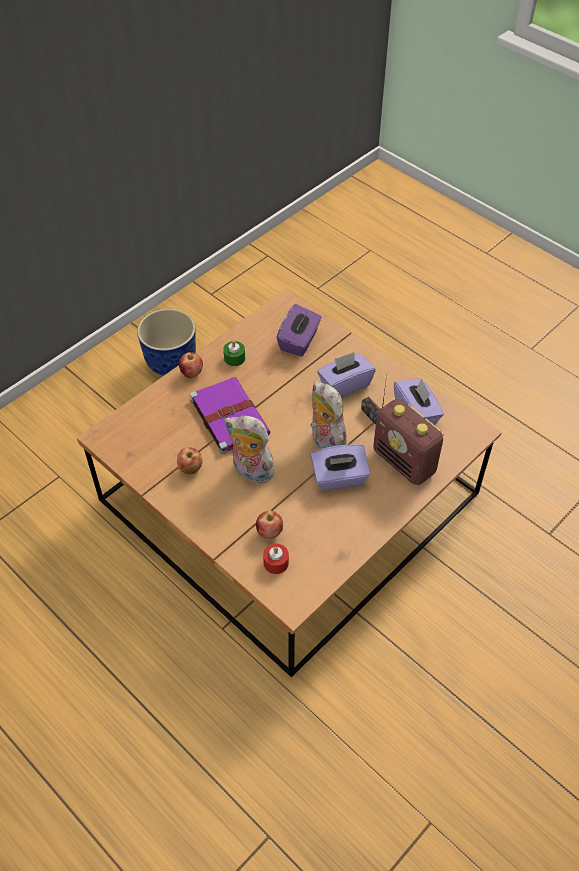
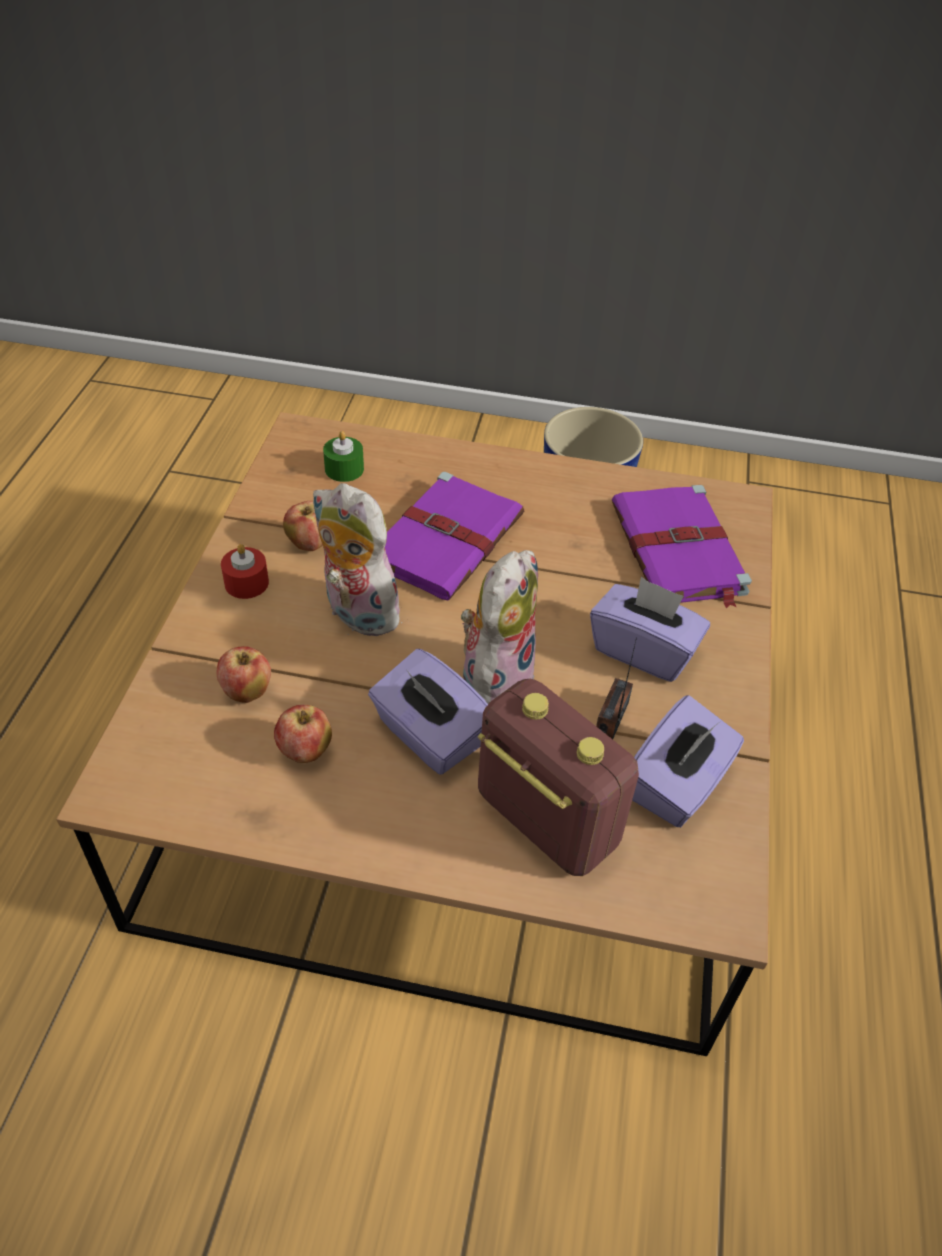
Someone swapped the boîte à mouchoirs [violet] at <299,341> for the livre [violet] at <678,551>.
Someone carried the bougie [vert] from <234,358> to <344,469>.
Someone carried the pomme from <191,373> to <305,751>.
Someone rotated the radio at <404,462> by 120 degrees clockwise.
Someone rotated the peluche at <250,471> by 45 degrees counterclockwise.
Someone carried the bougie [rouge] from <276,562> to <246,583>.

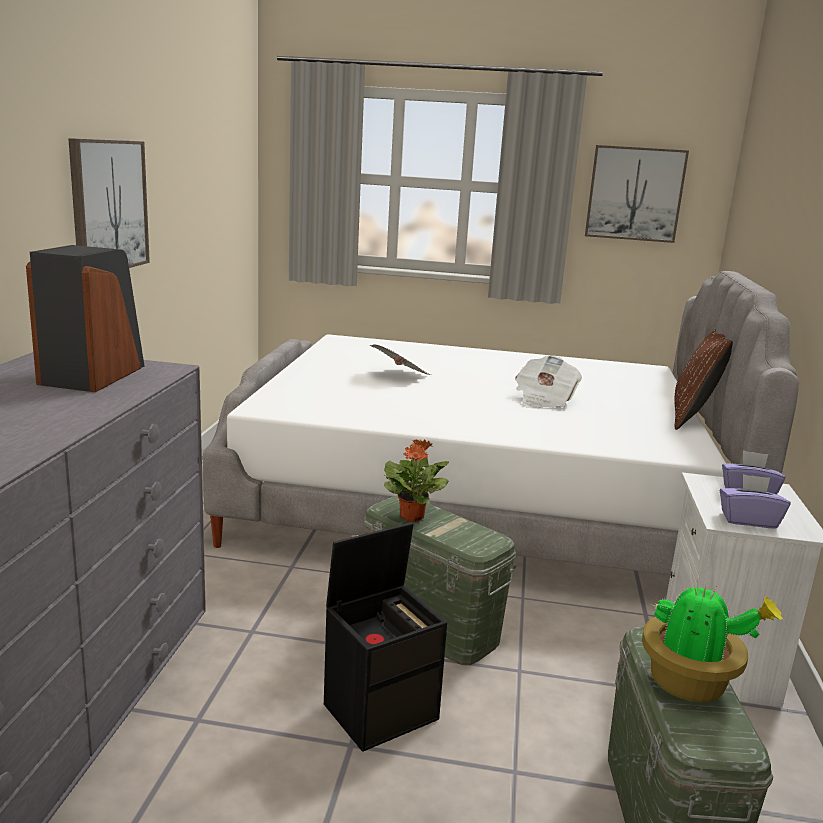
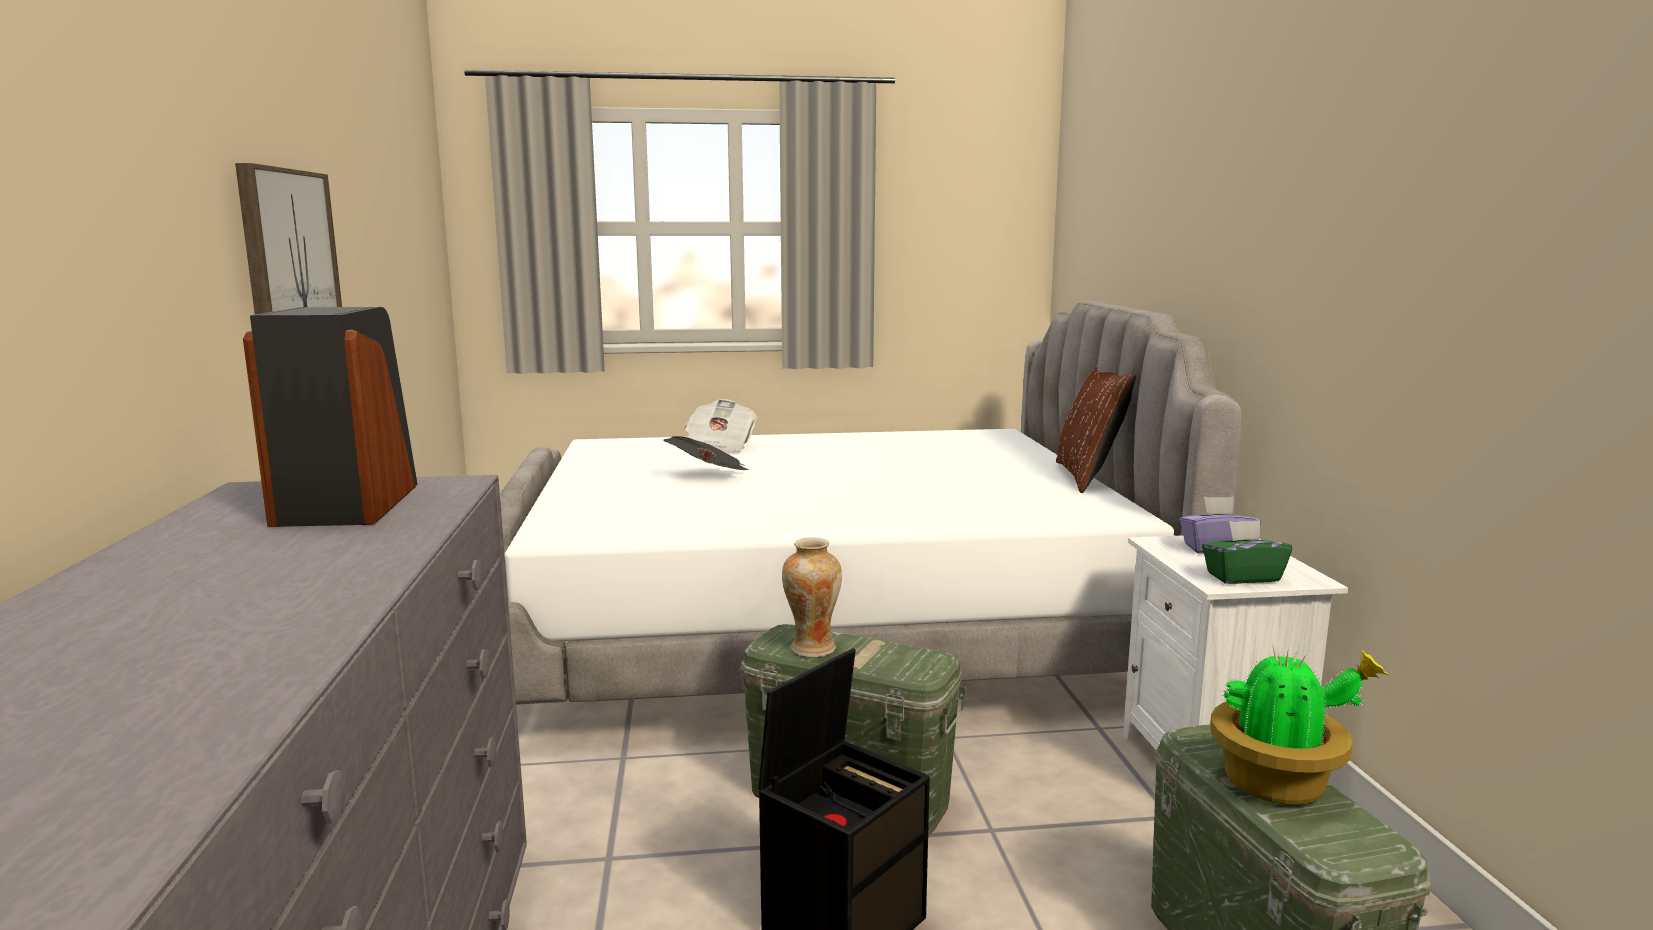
Someone took away the tableau at <635,194>.
Someone carried the journal from <544,400> to <719,448>.
Someone swapped the plante en pot at <412,516> for the vase at <812,649>.
Someone repainted the boîte à mouchoirs [violet] at <748,520>, which became the boîte à mouchoirs [vert] at <1242,577>.

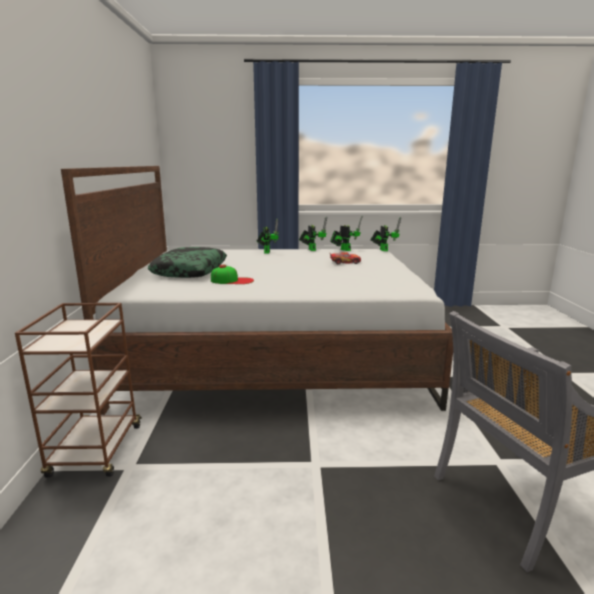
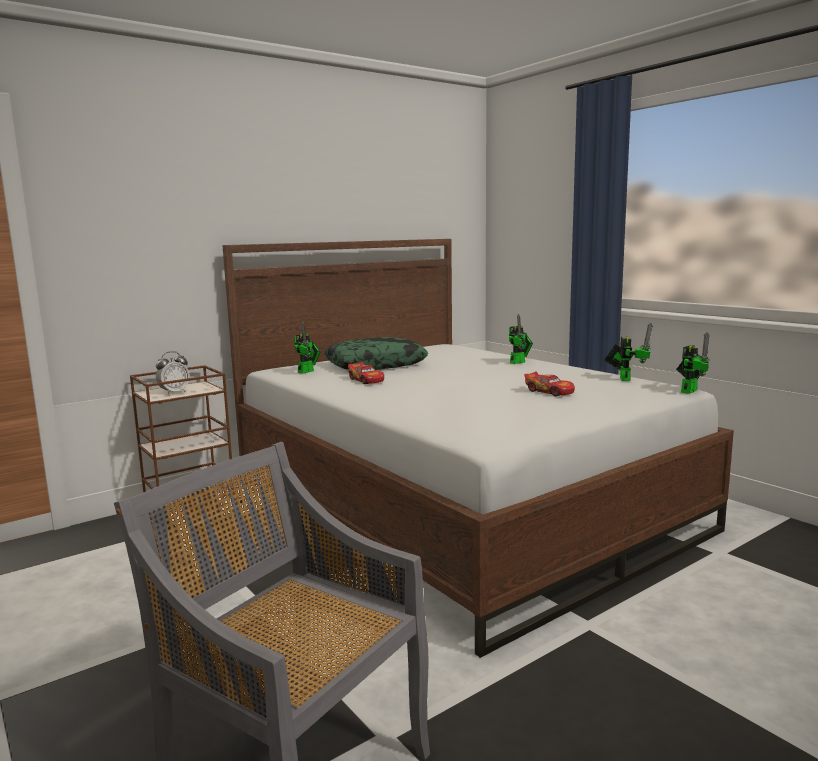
Someone carried the robot jouet from <311,249> to <308,371>.
Someone swapped the casquette at <232,280> for the petite voiture at <366,380>.
Someone put down the réveil at <174,392>.

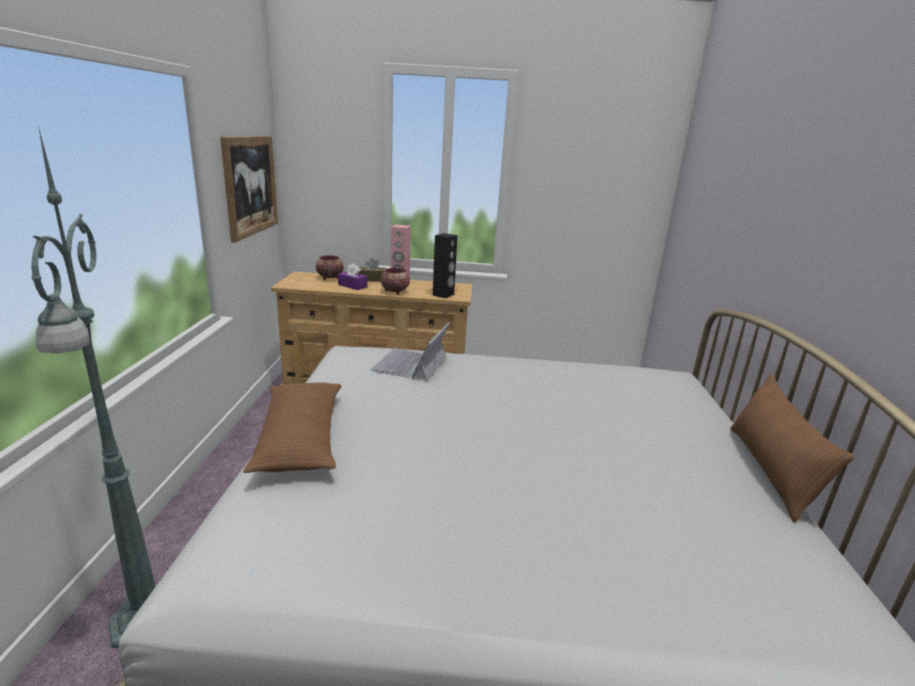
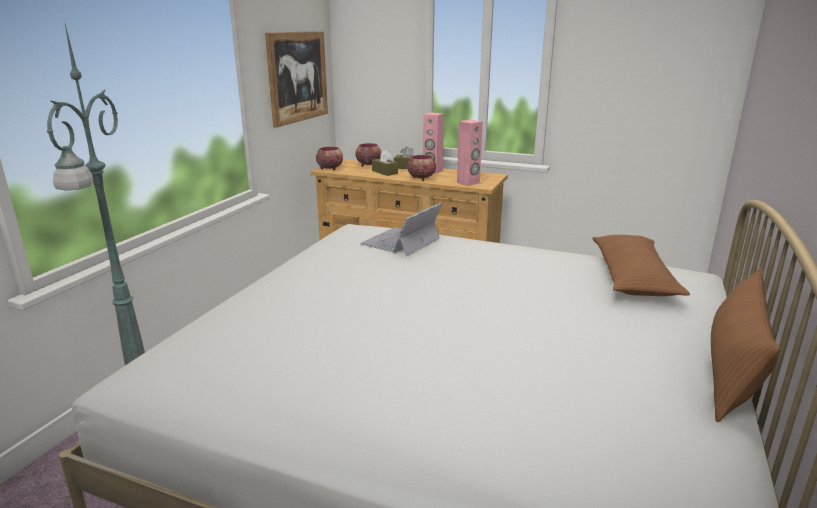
Someone repainted the enceinte [noir] at <443,295>, which became the enceinte [rose] at <468,183>.
Someone repainted the boîte à mouchoirs [violet] at <352,286>, which became the boîte à mouchoirs [marron] at <384,172>.
Someone carried the coussin [marron] from <300,438> to <633,277>.
Someone put down the bol at <330,169>.

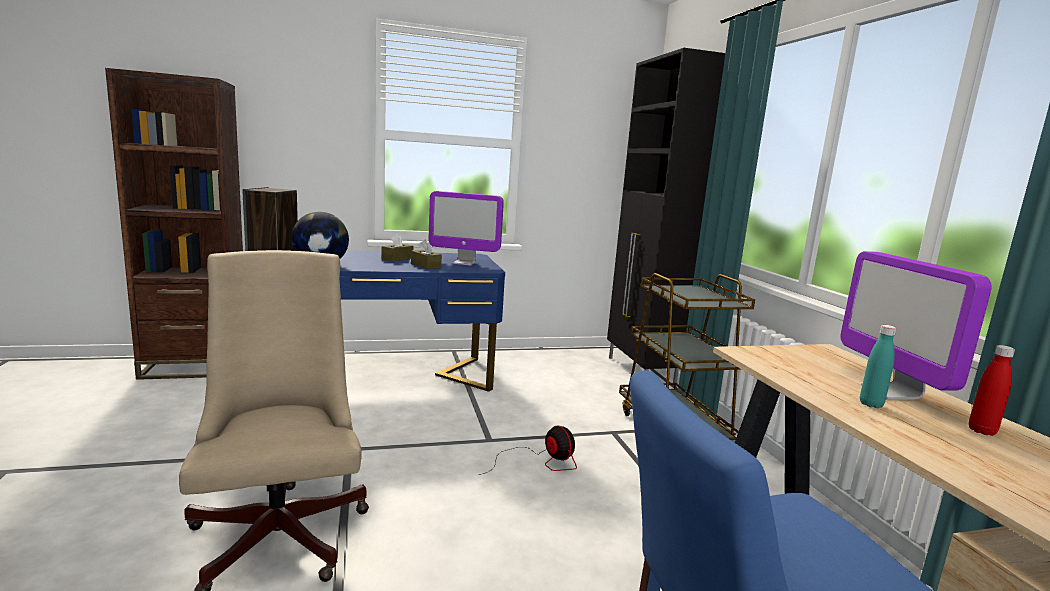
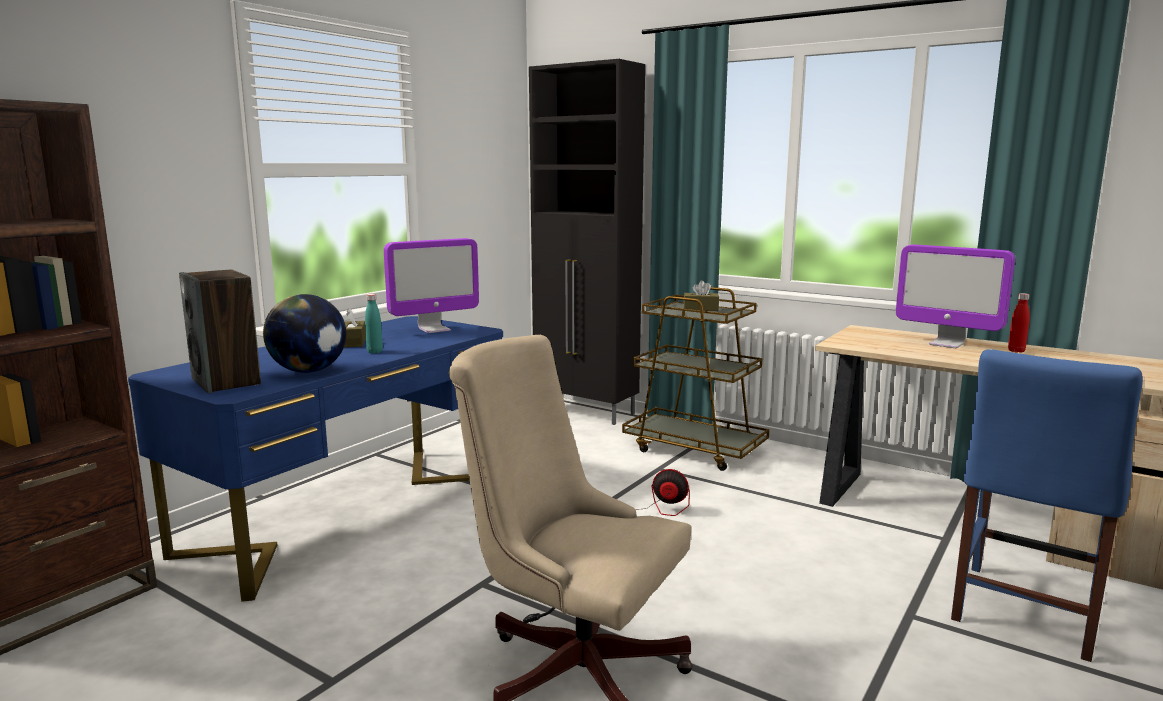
Someone carried the boîte à mouchoirs [marron] from <425,265> to <700,309>.
Someone carried the bouteille [turquoise] from <871,404> to <374,352>.

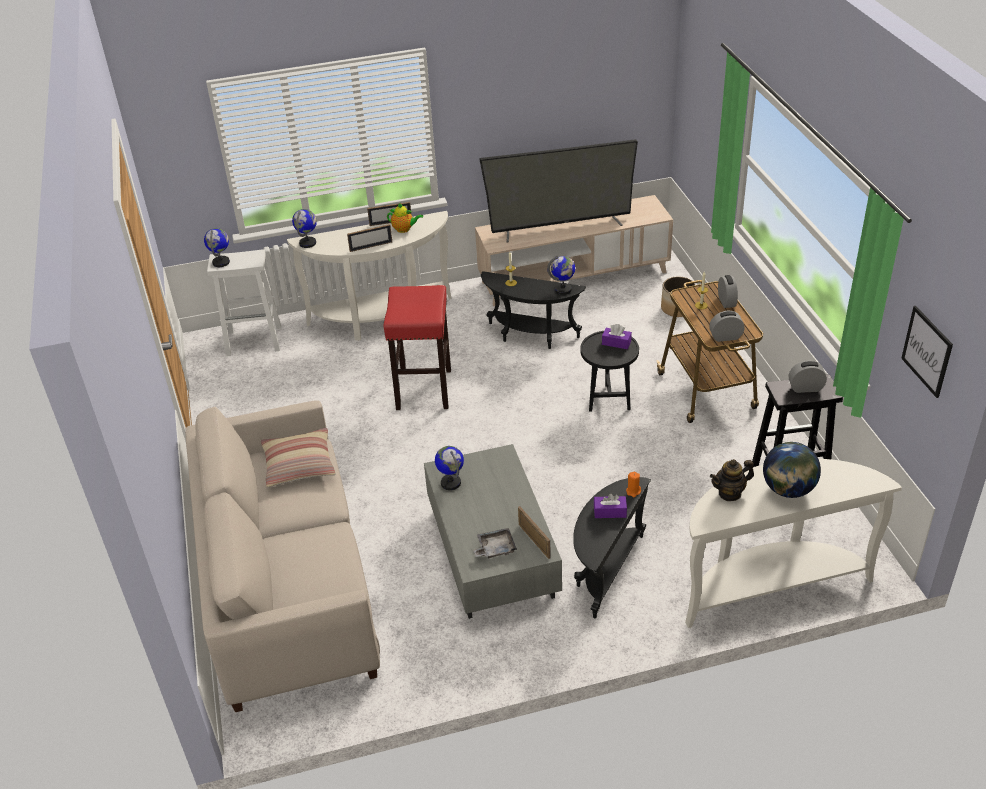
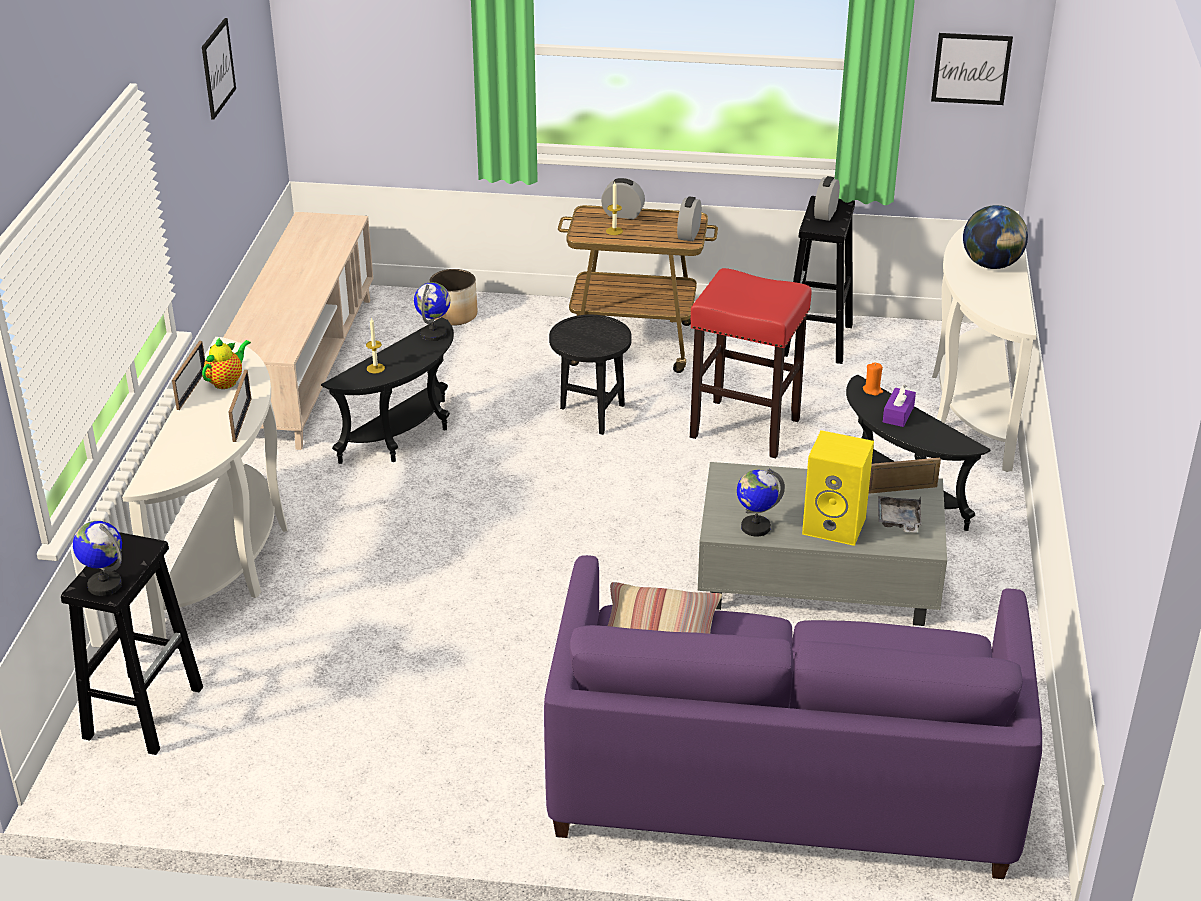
Someone took away the téléviseur at <560,226>.
Someone took away the globe at <308,243>.
Someone repainted the tabouret [blanc] at <255,340>, which became the tabouret [noir] at <144,711>.
Someone carried the tabouret [rouge] from <424,389> to <743,428>.
Someone took away the boîte à mouchoirs [violet] at <616,343>.
Someone repainted the canapé [beige] at <288,585>, which became the canapé [violet] at <781,780>.
Someone took away the théière at <730,493>.
Someone put up the tableau at <218,68>.
Someone put down the enceinte [jaune] at <836,525>.

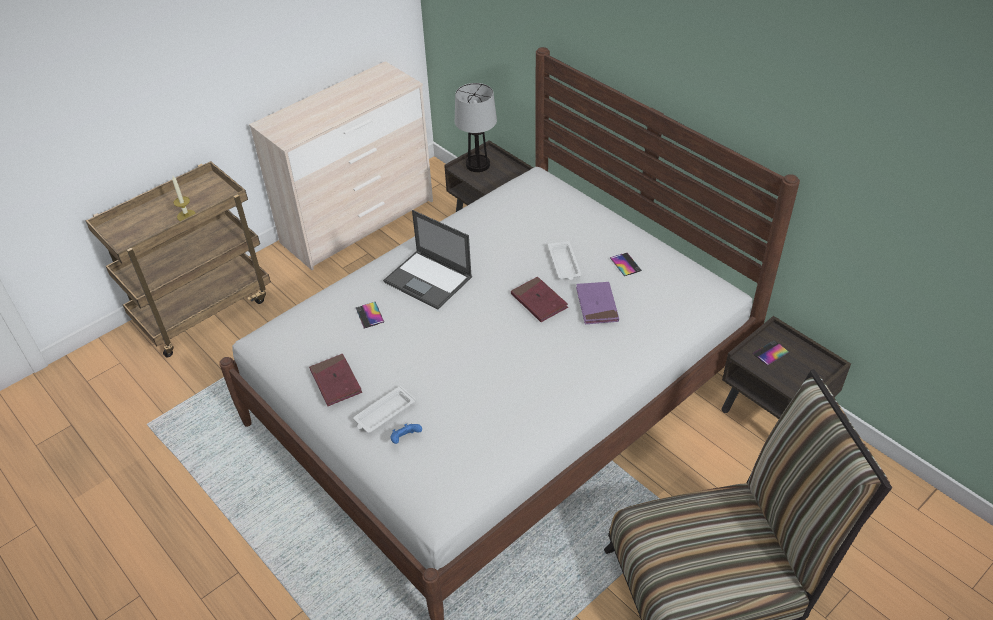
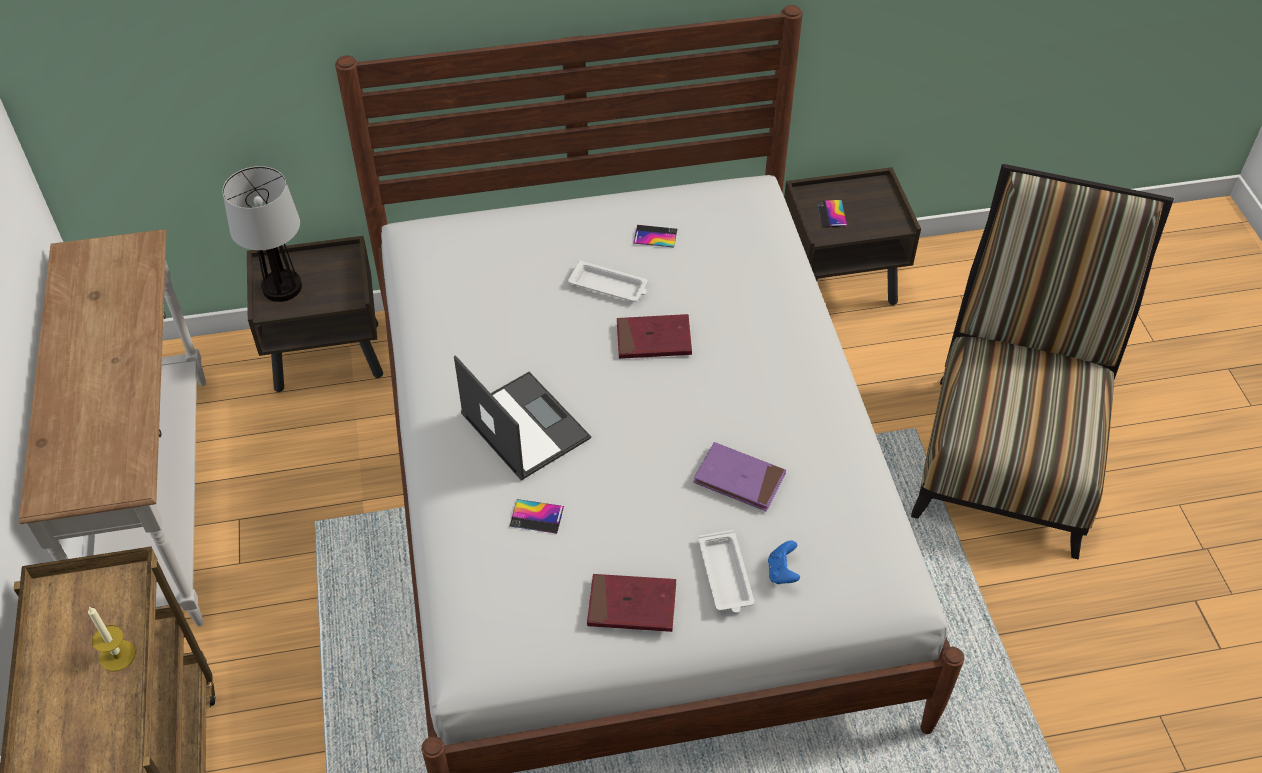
Someone swapped the commode [beige] at <359,223> for the table console [blanc] at <161,501>.
Someone rotated the ordinateur portable at <429,280> by 105 degrees counterclockwise.
Someone carried the livre [violet] from <597,305> to <739,479>.

